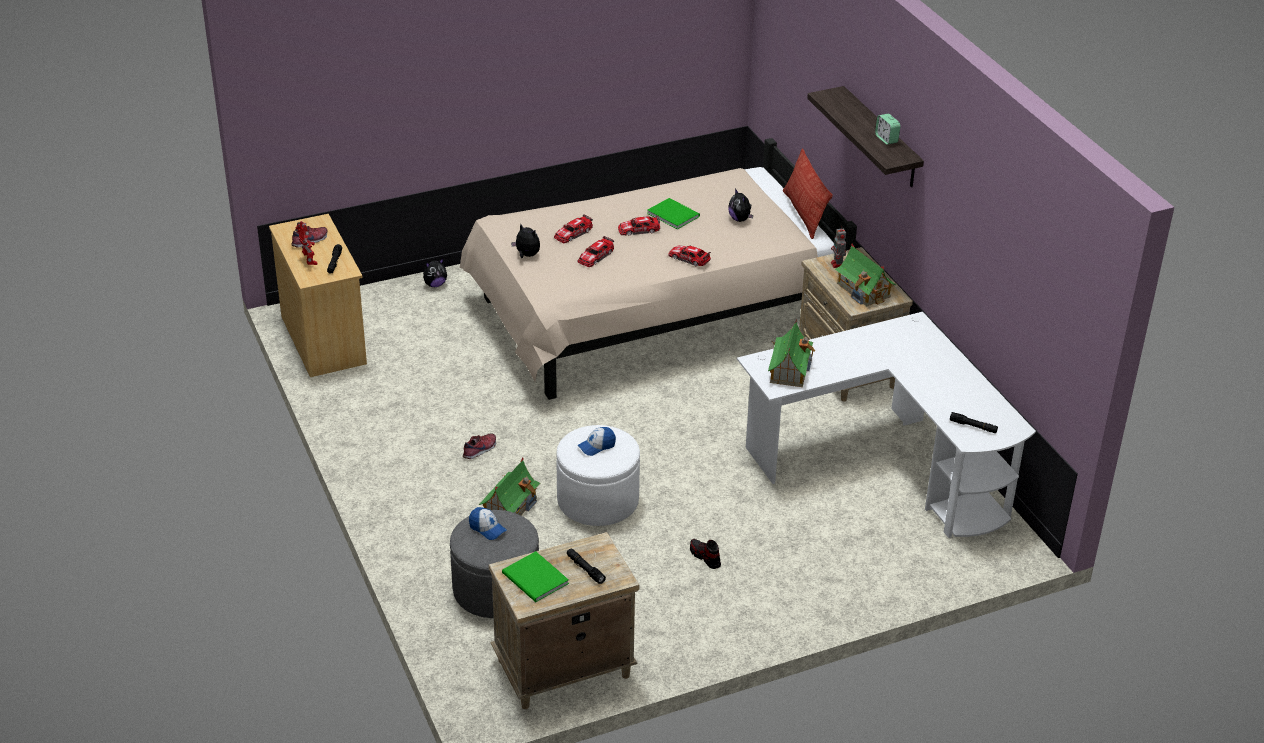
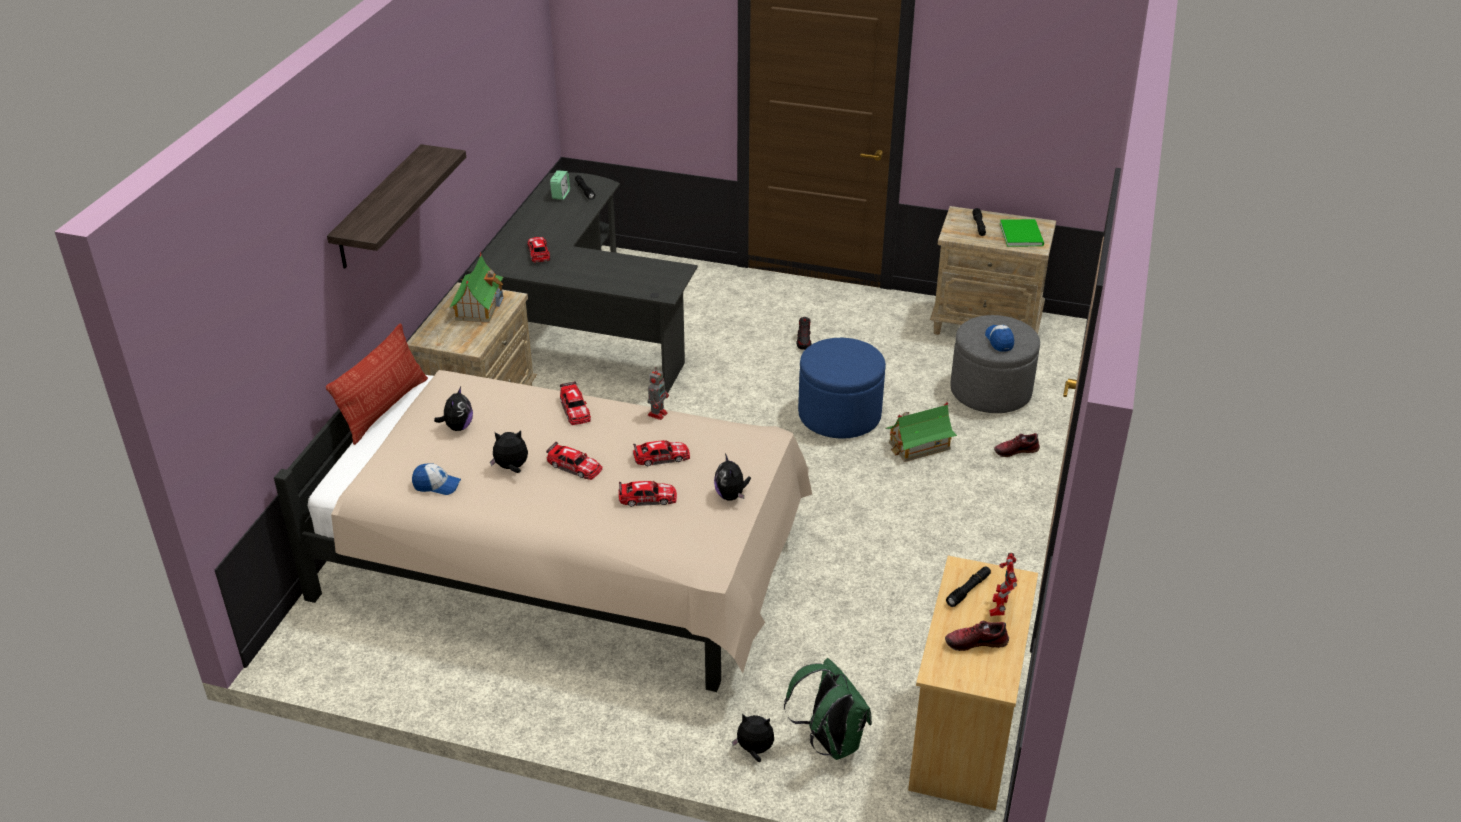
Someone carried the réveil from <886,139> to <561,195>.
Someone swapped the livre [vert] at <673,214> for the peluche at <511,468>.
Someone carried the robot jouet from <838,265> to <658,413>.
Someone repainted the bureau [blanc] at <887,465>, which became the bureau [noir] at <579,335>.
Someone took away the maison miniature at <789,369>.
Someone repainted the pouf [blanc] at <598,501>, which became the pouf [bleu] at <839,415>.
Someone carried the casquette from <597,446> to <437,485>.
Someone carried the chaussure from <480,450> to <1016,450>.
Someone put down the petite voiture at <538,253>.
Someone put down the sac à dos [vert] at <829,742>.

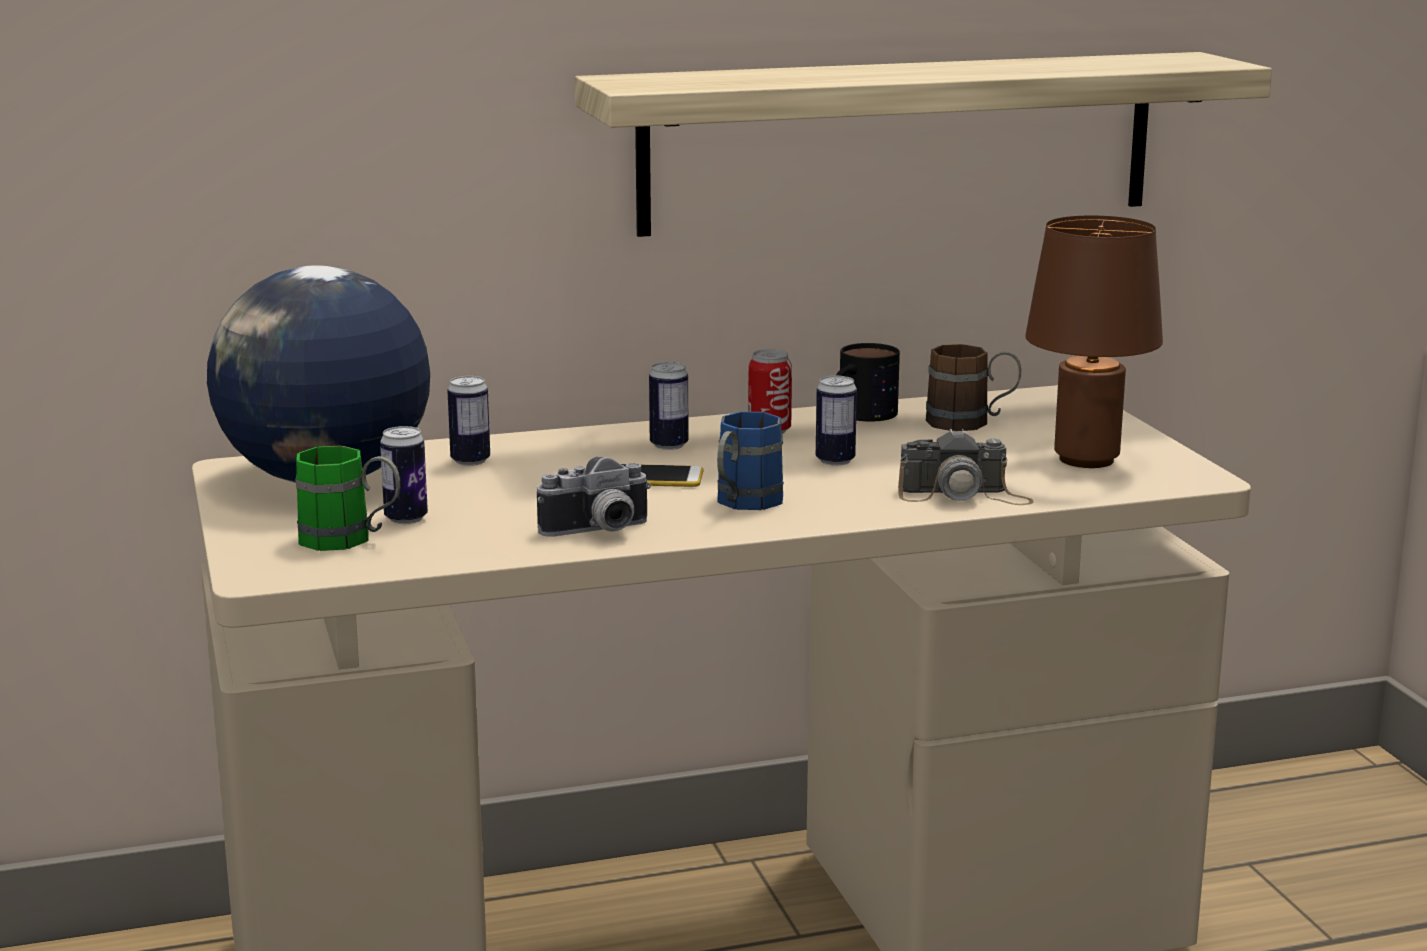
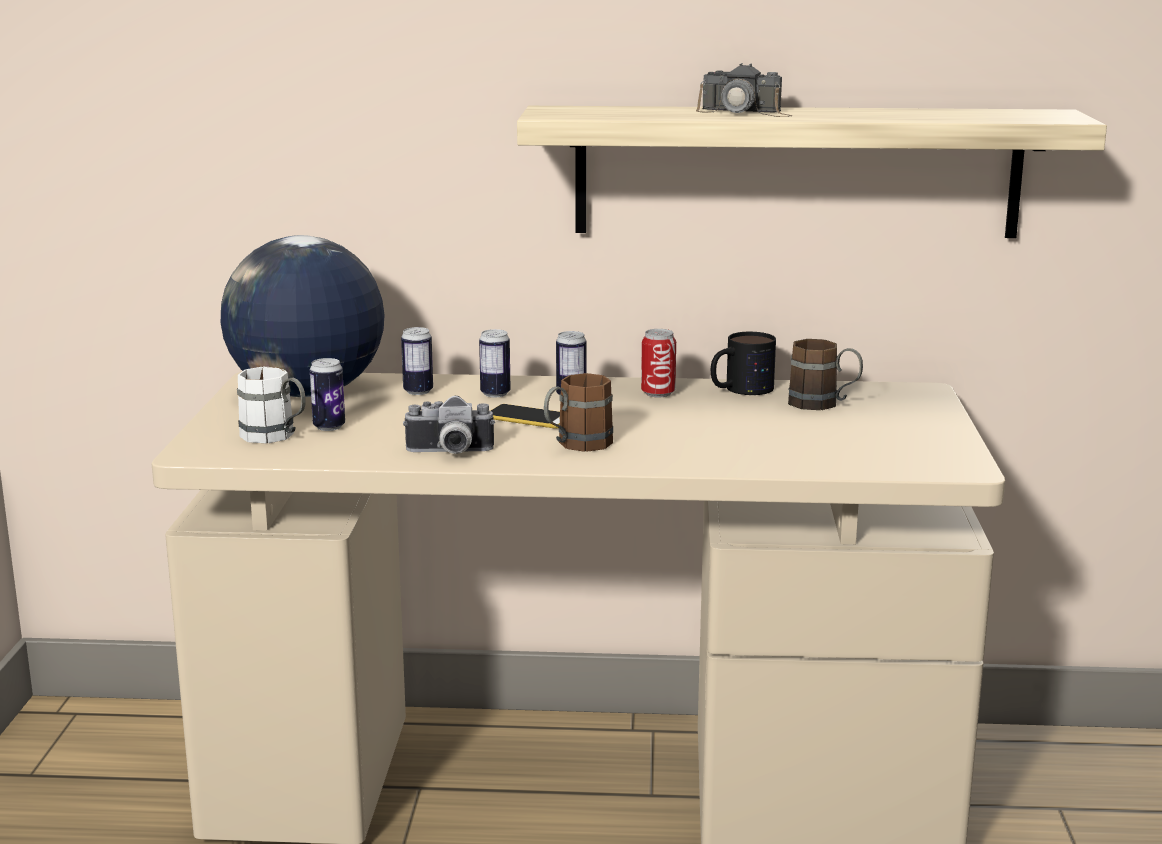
Someone took away the lampe de table [marron] at <1088,460>.
Someone carried the boîte métallique from <835,461> to <495,394>.
Someone repainted the mug [bleu] at <743,504>, which became the mug [marron] at <576,445>.
Someone carried the appareil photo from <964,495> to <745,112>.
Someone repainted the mug [vert] at <350,539>, which became the mug [blanc] at <276,437>.

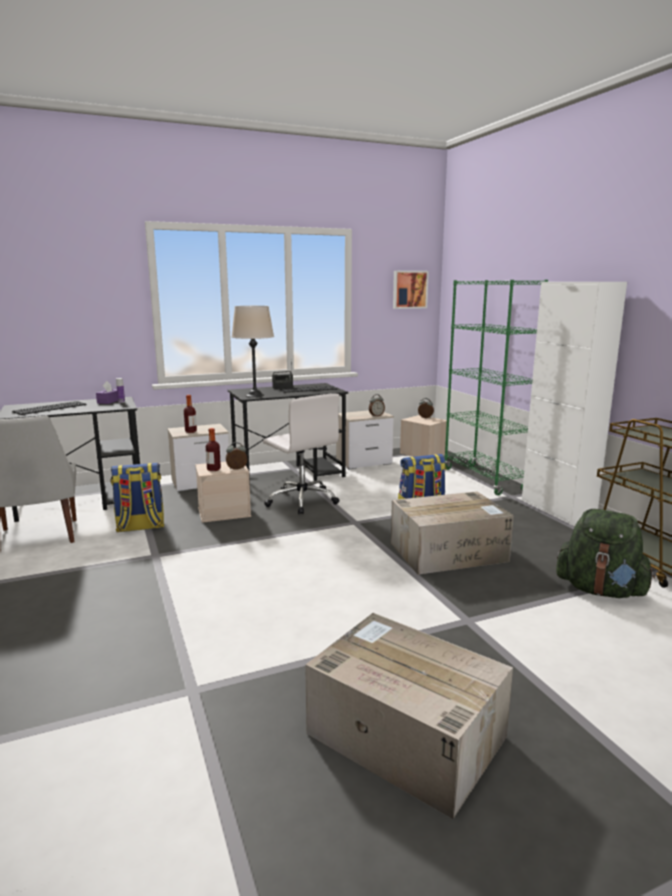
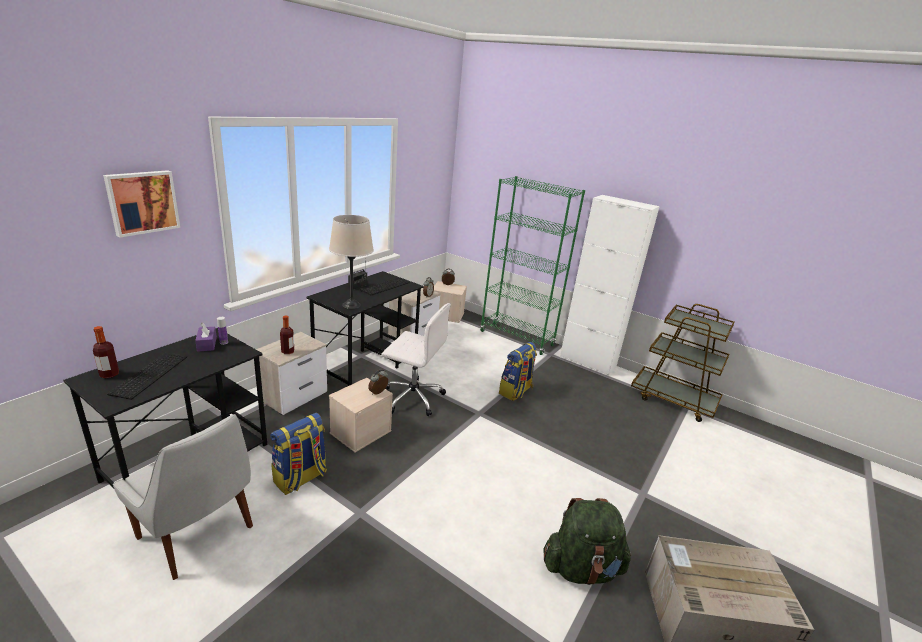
Someone carried the tableau from <409,289> to <142,202>.
Someone carried the bouteille from <213,469> to <109,374>.
Someone took away the carton at <449,552>.
Someone carried the sac à dos [vert] from <600,590> to <581,568>.

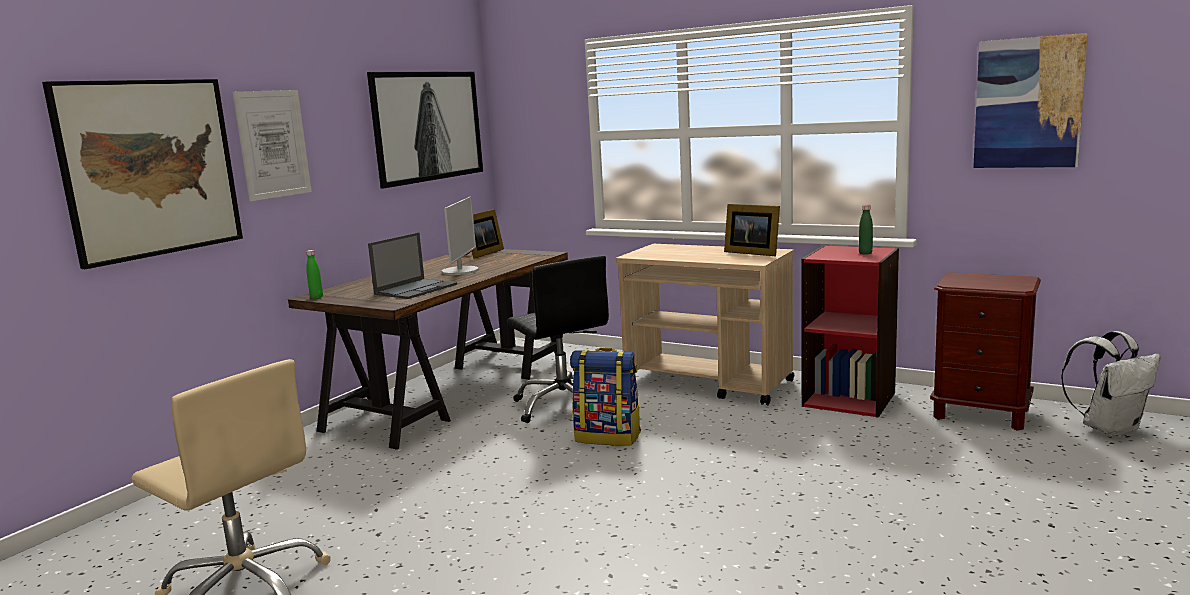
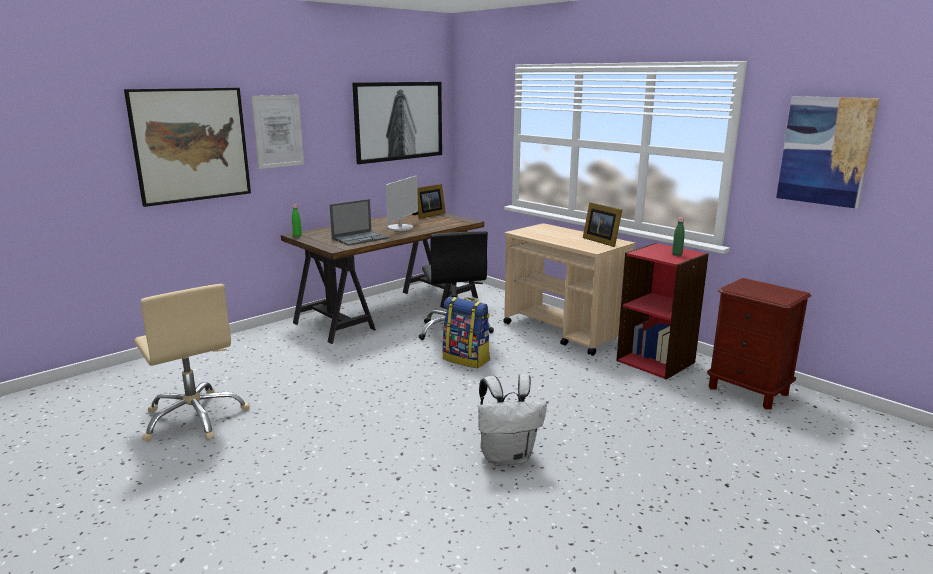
Someone carried the sac à dos [blanc] from <1109,428> to <507,456>.

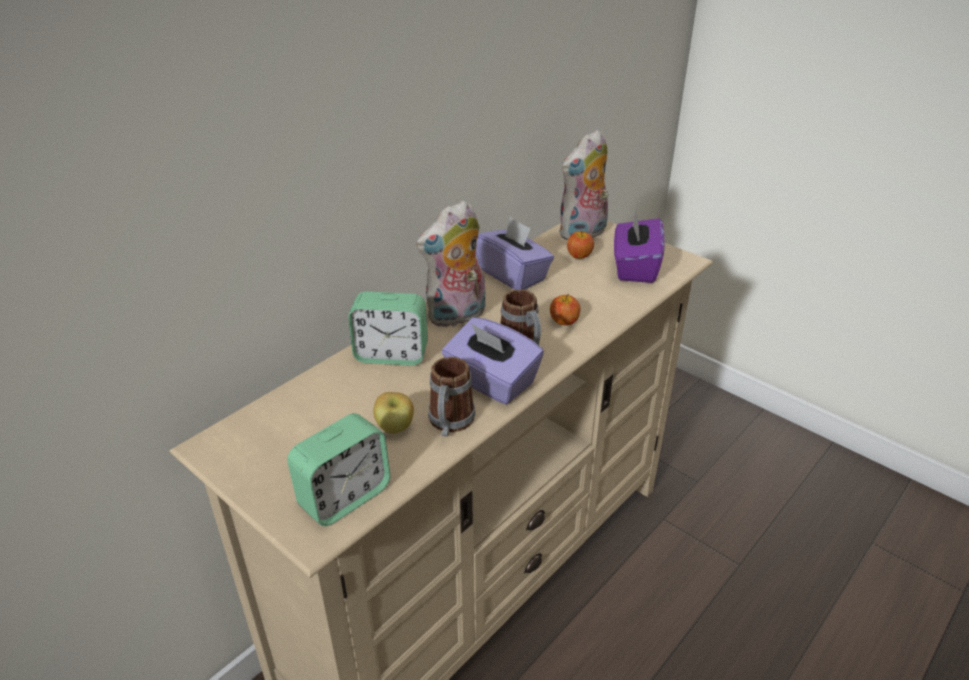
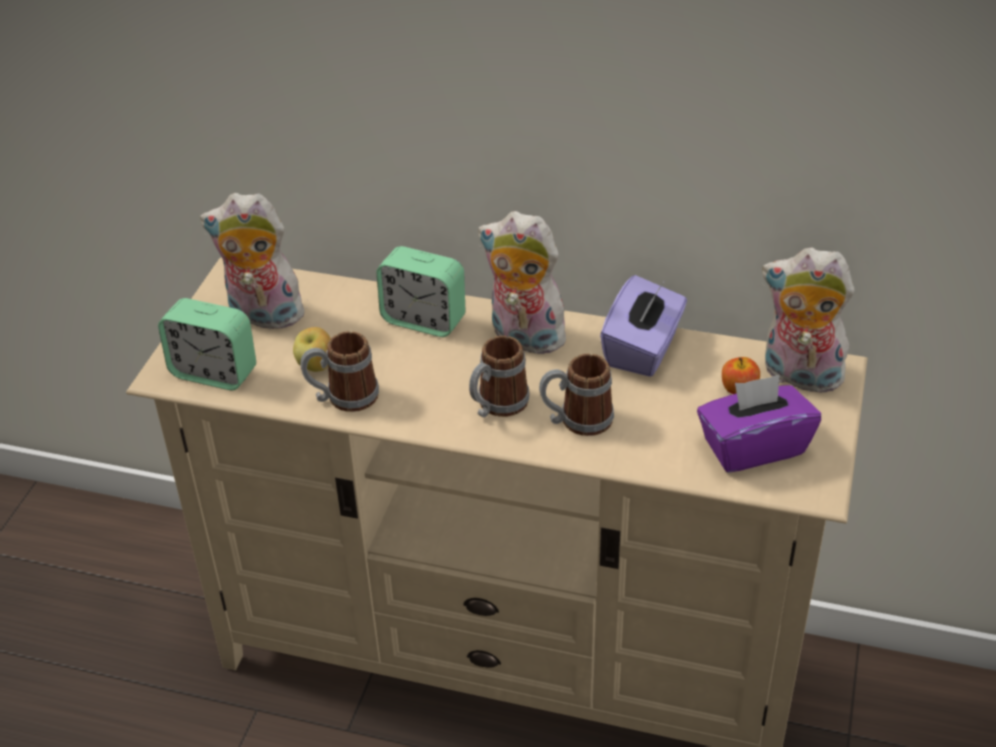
Someone rotated the réveil at <391,354> by 45 degrees counterclockwise.
Someone swapped the pomme at <564,321> for the mug at <576,421>.
Someone took away the boîte à mouchoirs [violet] at <491,382>.
Someone put down the peluche at <262,317>.

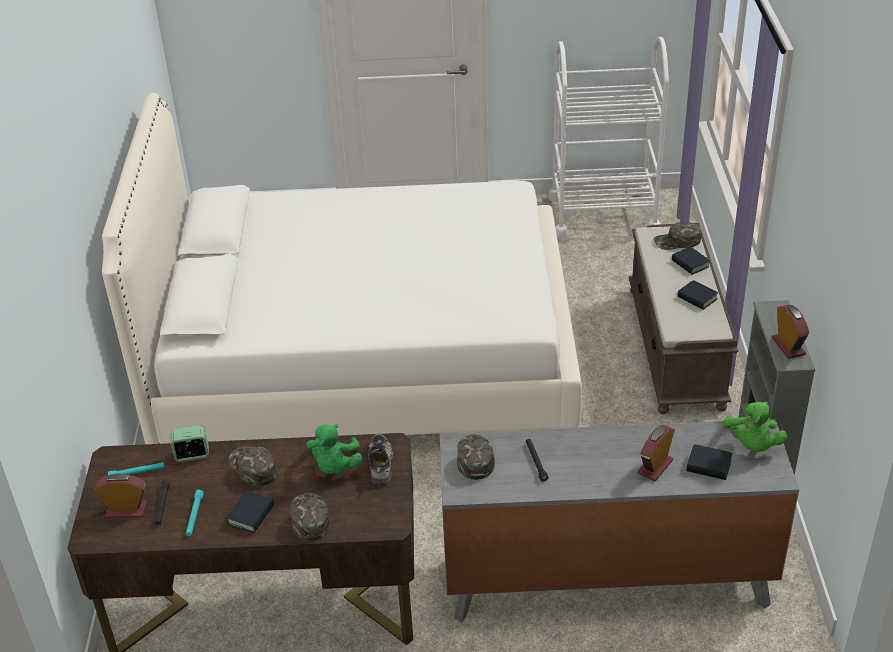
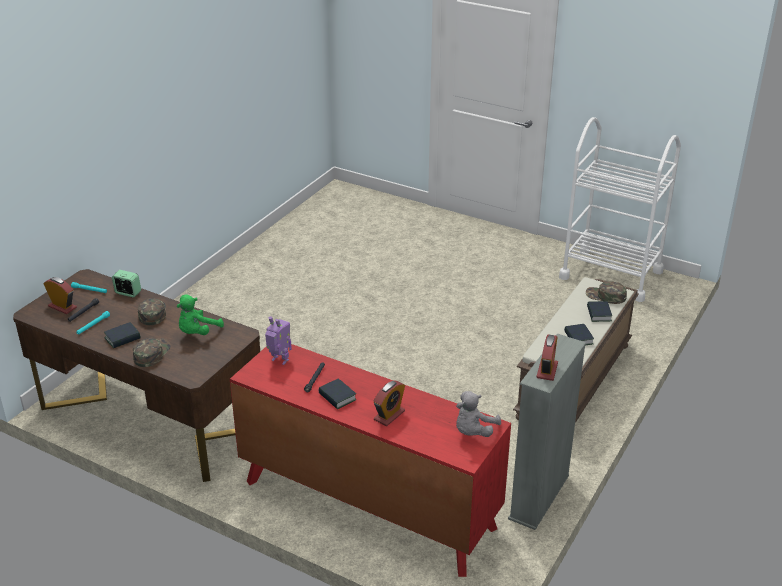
Someone took away the lit [blanc] at <365,357>.
Someone repainted the peluche [vert] at <752,445>, which became the peluche [gris] at <473,432>.
Someone repainted the commode [gris] at <605,579>, which became the commode [rouge] at <367,504>.
Someone rotated the réveil at <655,466> by 150 degrees clockwise.
Someone took away the chaussure at <381,463>.
Someone swapped the casquette [vert] at <474,458> for the robot jouet at <279,360>.
Someone carried the livre from <708,466> to <337,397>.

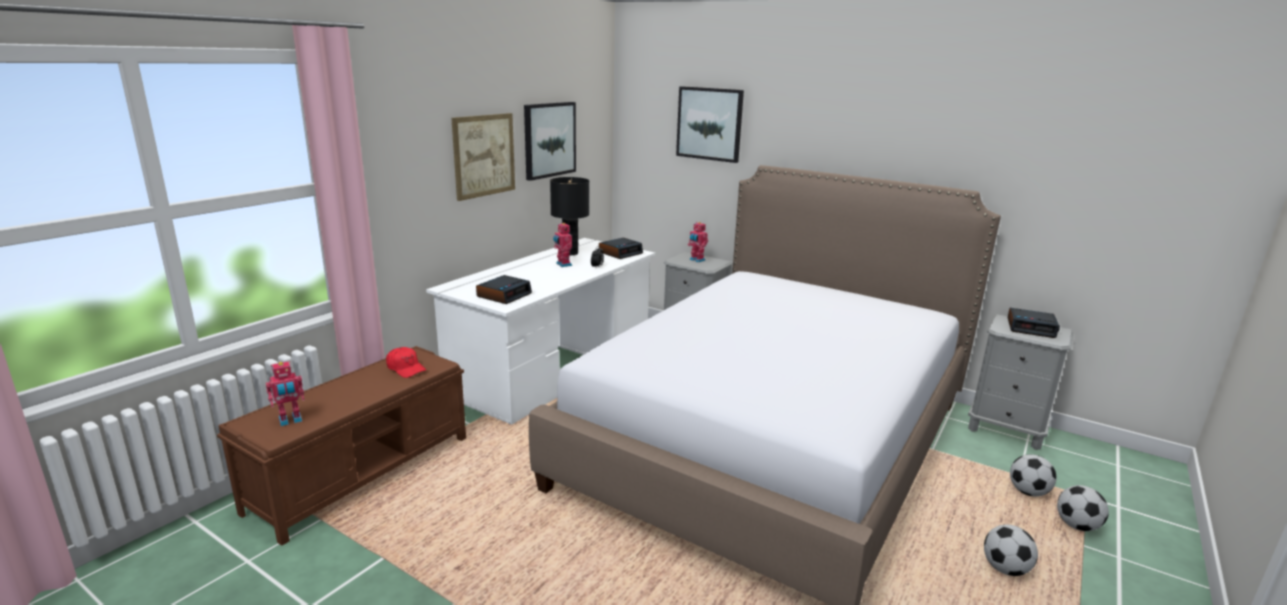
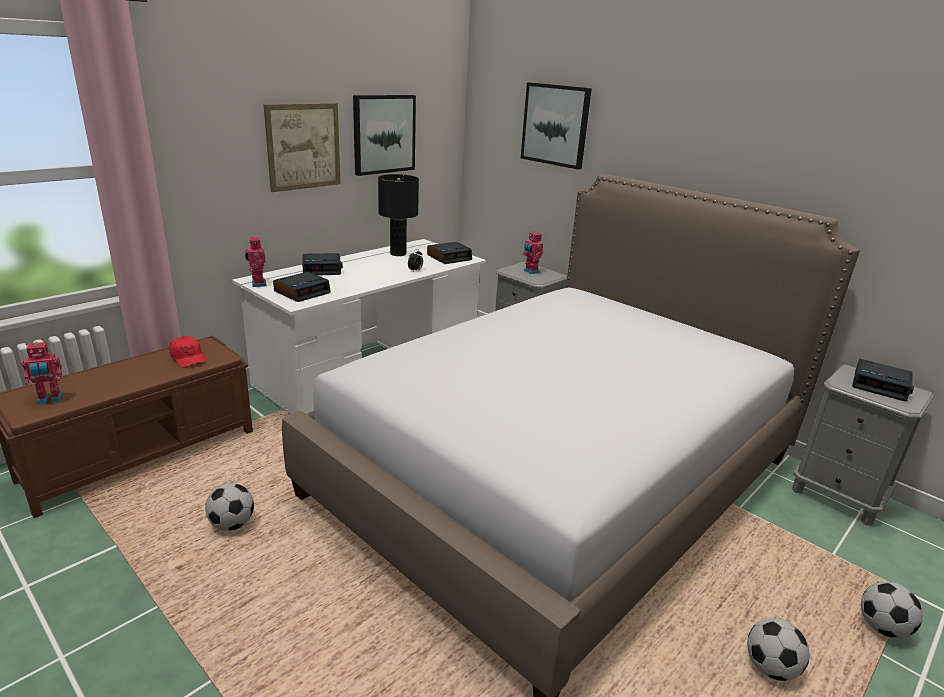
Someone carried the robot jouet from <563,264> to <257,284>.
Someone carried the ballon de foot from <1028,492> to <233,524>.
Someone put down the réveil at <322,269>.

